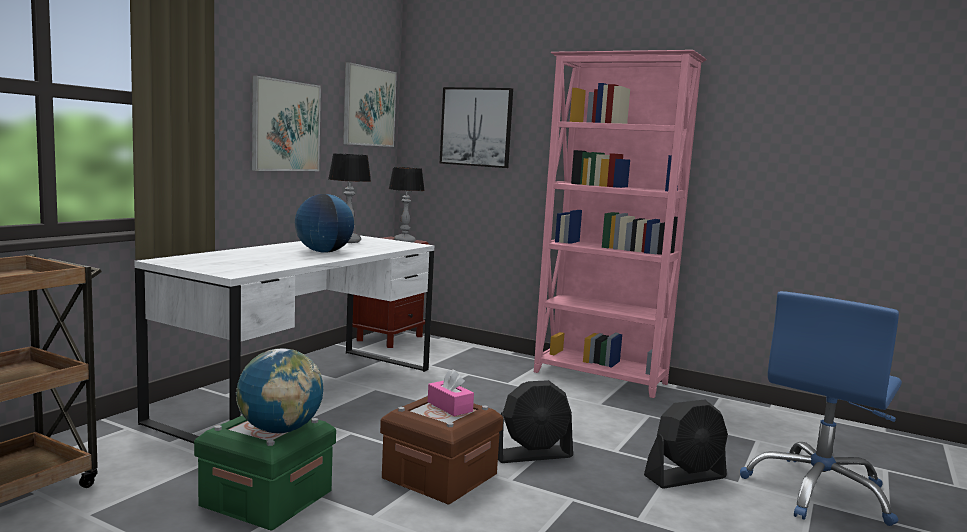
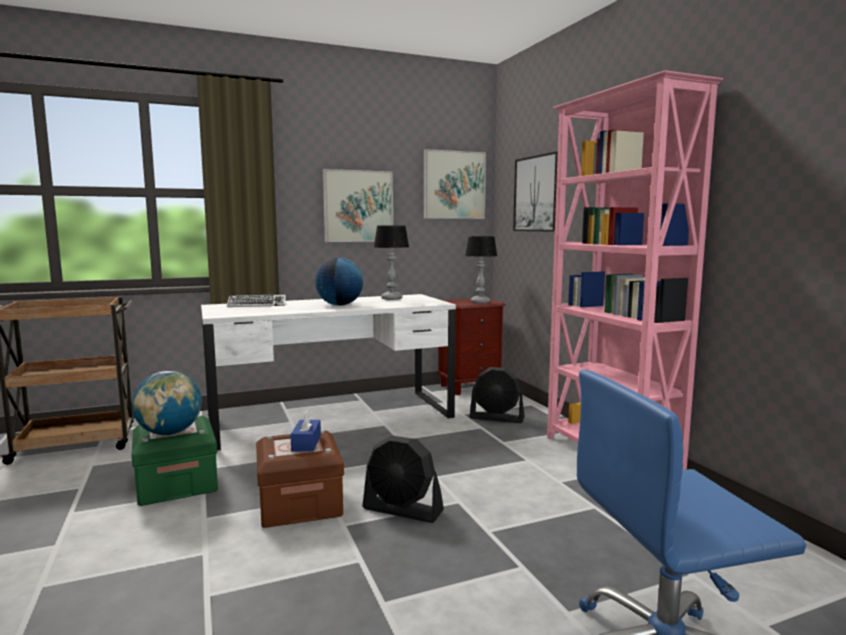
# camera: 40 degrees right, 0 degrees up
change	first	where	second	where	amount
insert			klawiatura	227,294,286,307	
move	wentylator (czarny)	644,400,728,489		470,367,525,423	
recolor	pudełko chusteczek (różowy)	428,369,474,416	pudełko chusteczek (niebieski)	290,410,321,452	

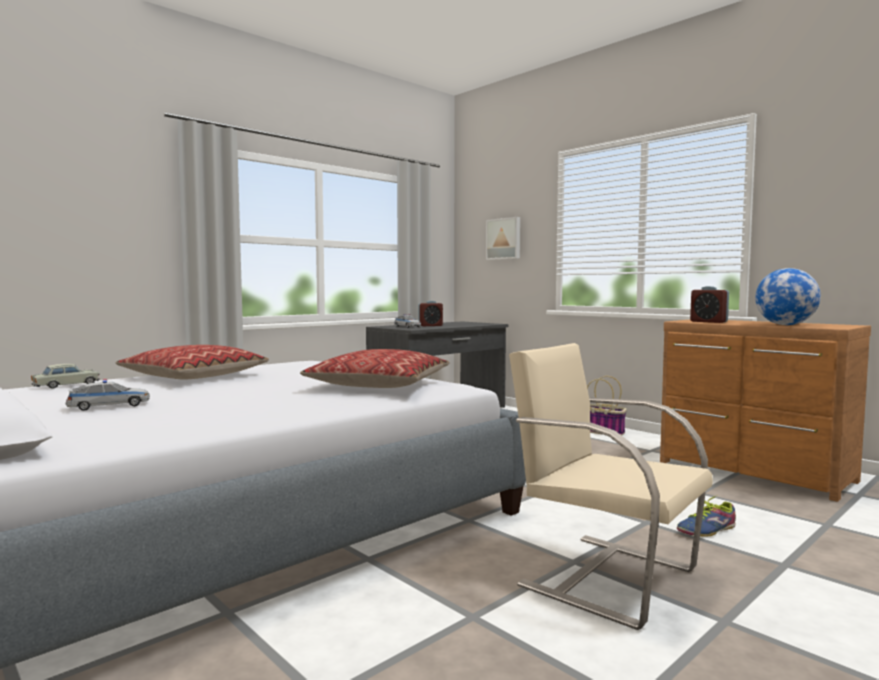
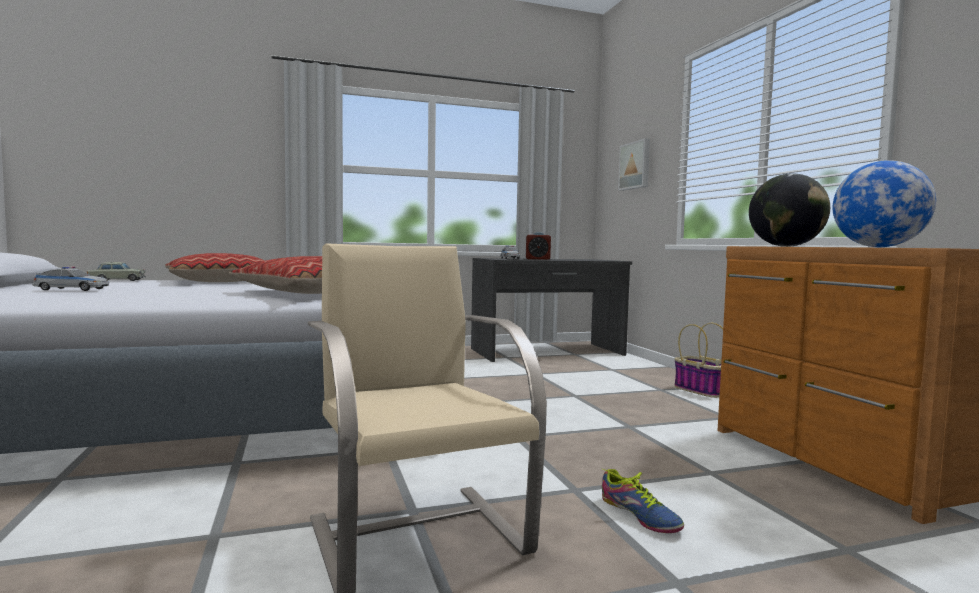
# camera: 25 degrees right, 0 degrees up
change	first	where	second	where	amount
replace	budzik	690,286,729,323	globus	749,173,830,247	
rotate	but	677,496,736,536		602,469,684,533	120 degrees counterclockwise

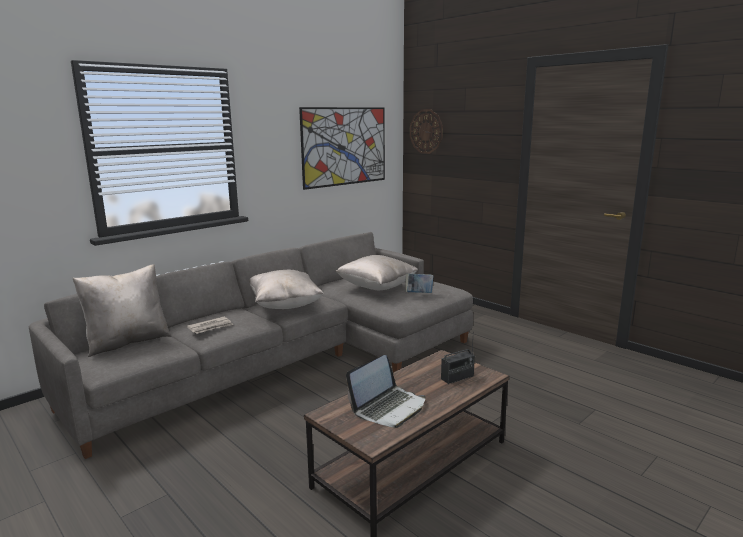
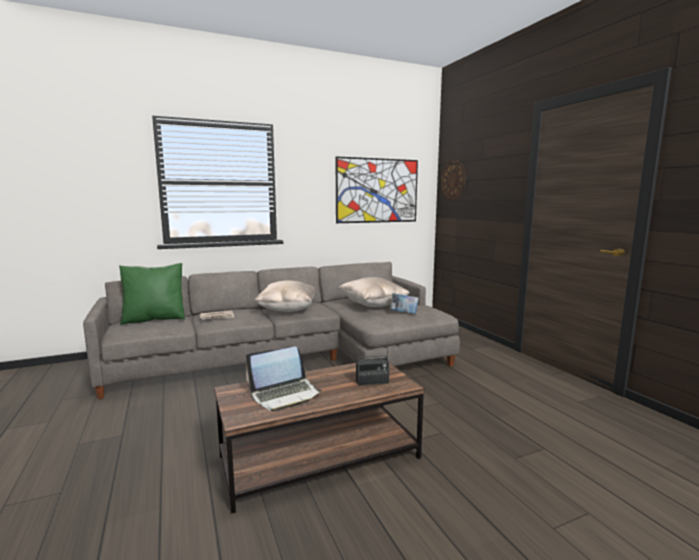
# camera: 20 degrees right, 5 degrees down
change	first	where	second	where	amount
recolor	poduszka (beżowy)	73,264,172,357	poduszka (zielony)	119,263,185,325	

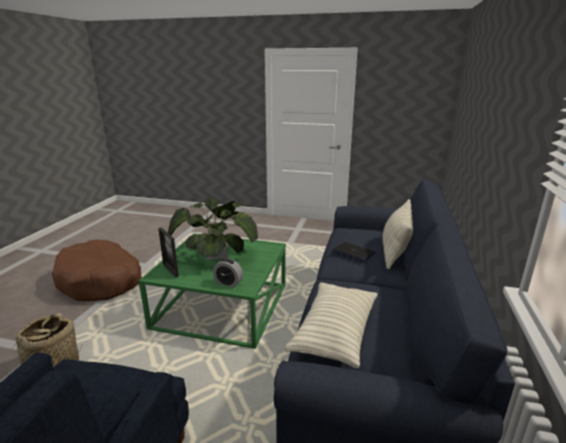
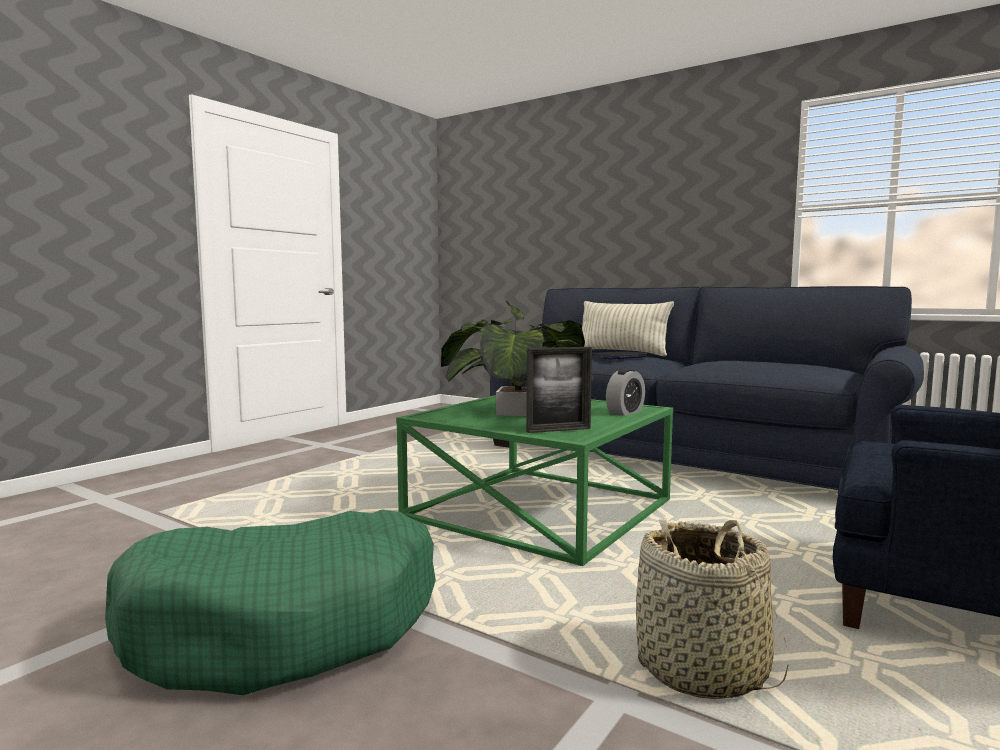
# camera: 70 degrees left, 15 degrees down
change	first	where	second	where	amount
delete	poduszka	285,283,378,368			
recolor	legowisko (brązowy)	52,240,142,301	legowisko (zielony)	105,509,436,695	

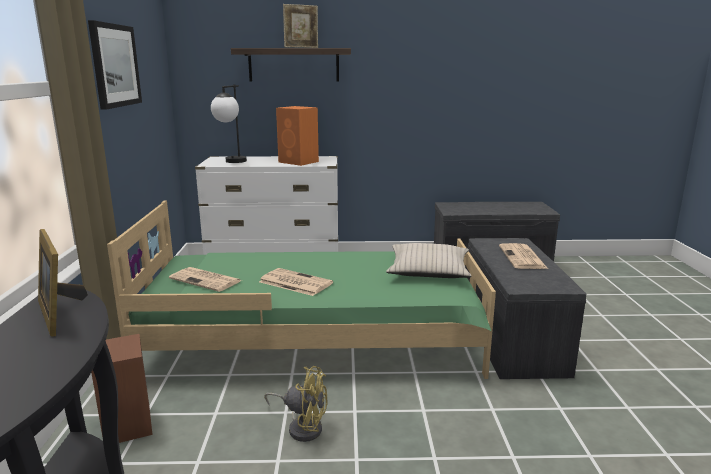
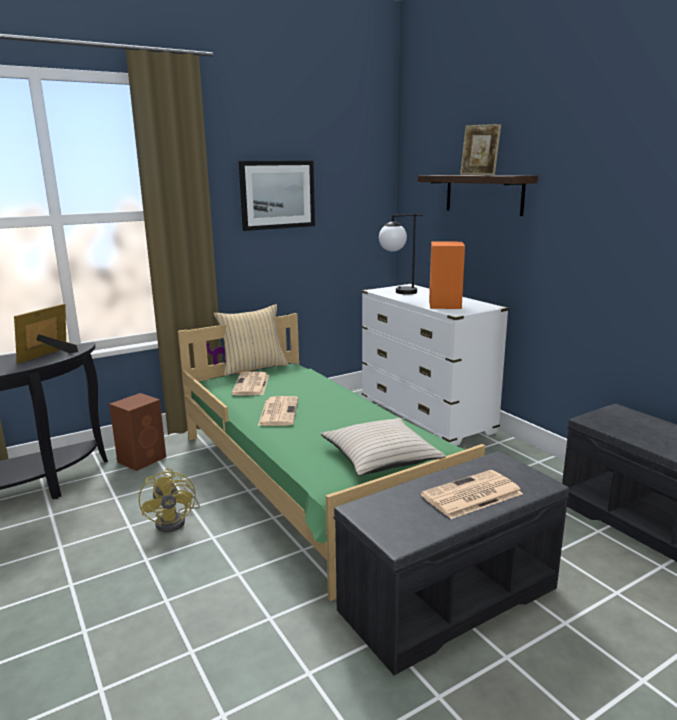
# camera: 60 degrees right, 0 degrees up
change	first	where	second	where	amount
insert			poduszka (beżowy)	214,304,288,376	

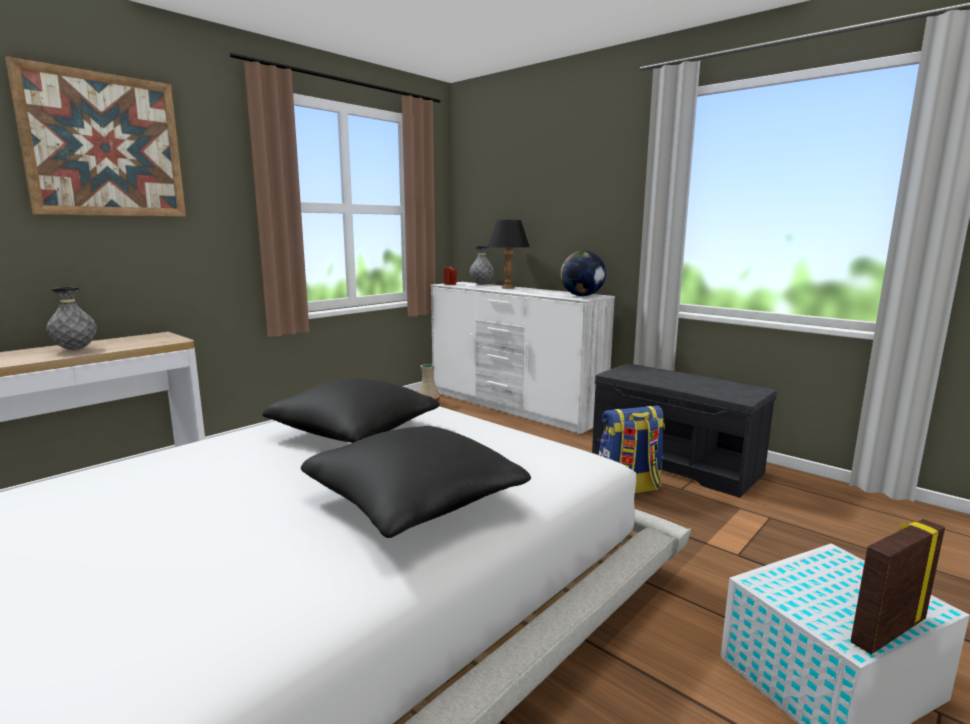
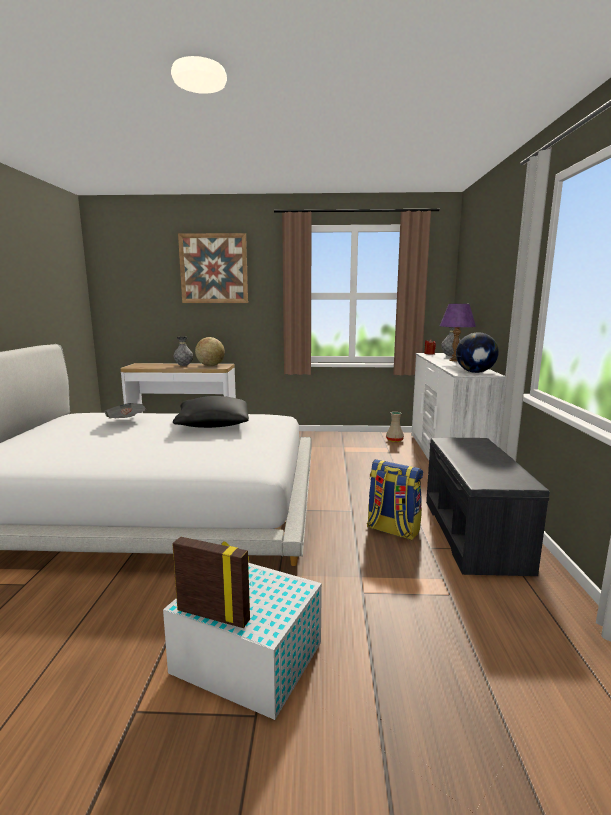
# camera: 50 degrees right, 0 degrees up
change	first	where	second	where	amount
delete	poduszka (czarny)	301,426,531,538			
insert			gazeta	104,403,146,418	
insert			globus	195,337,225,366	
recolor	lampa stołowa (czarny)	488,220,530,289	lampa stołowa (fioletowy)	440,304,476,361	

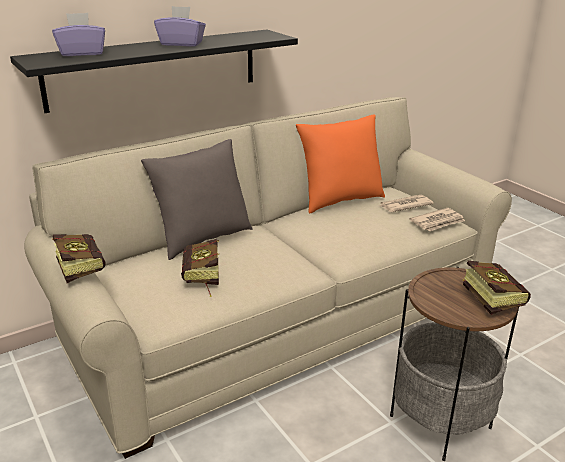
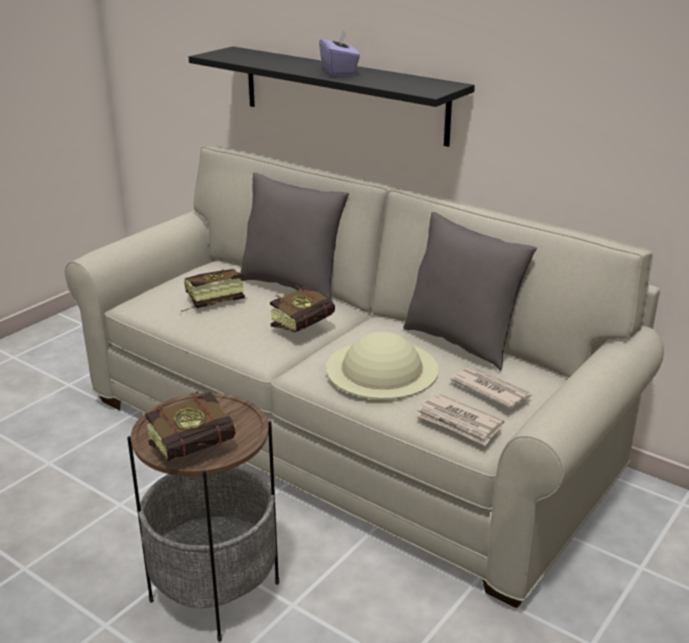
# camera: 70 degrees right, 0 degrees up
change	first	where	second	where	amount
delete	pudełko chusteczek (fioletowy)	52,13,105,56			
insert			kapelusz (beżowy)	326,332,439,399	
move	książka	52,234,106,283		270,284,335,333	
recolor	poduszka (pomarańczowy)	296,114,385,213	poduszka (szary)	403,212,537,371	

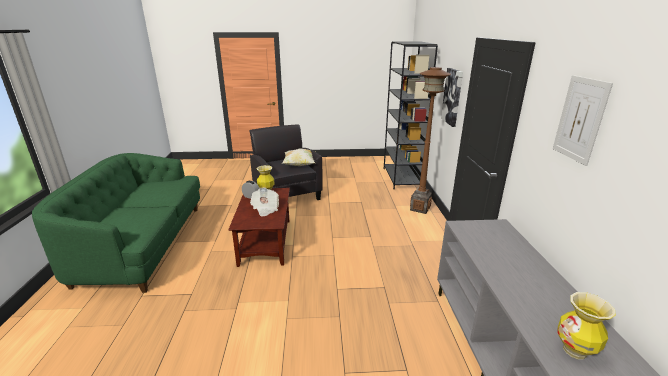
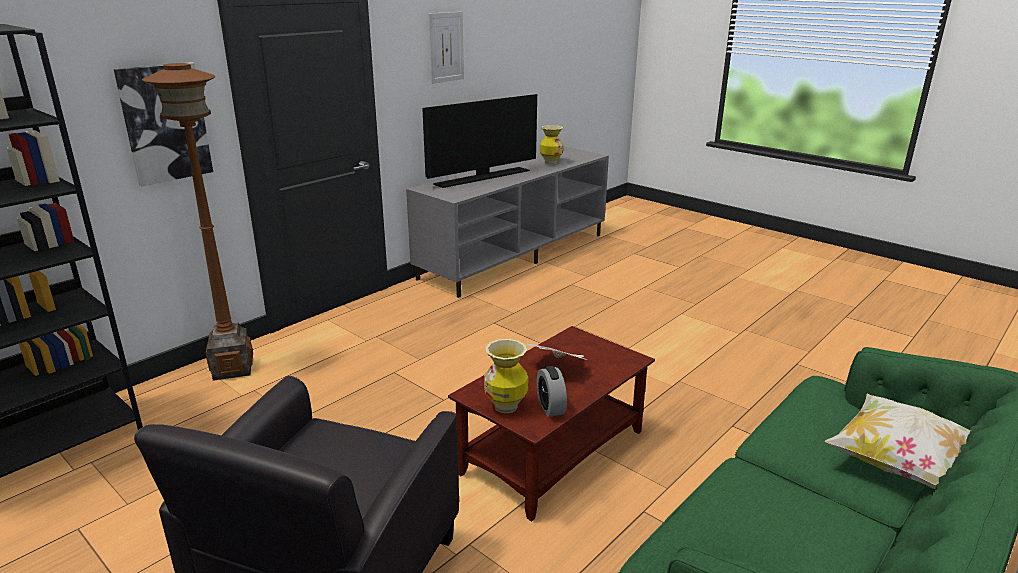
# camera: 135 degrees left, 0 degrees up
change	first	where	second	where	amount
insert			telewizor	422,94,537,188	
move	poduszka	282,148,315,166		825,394,971,490	

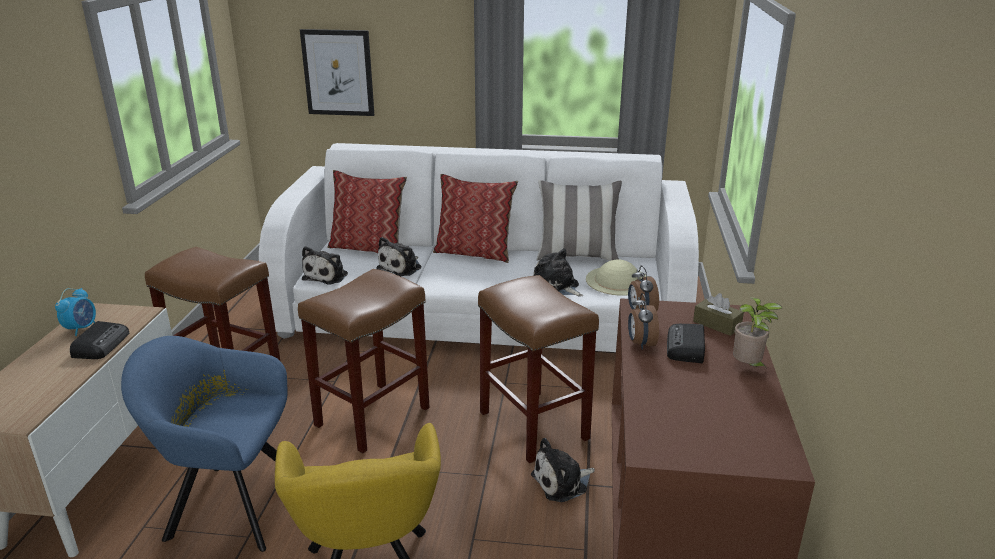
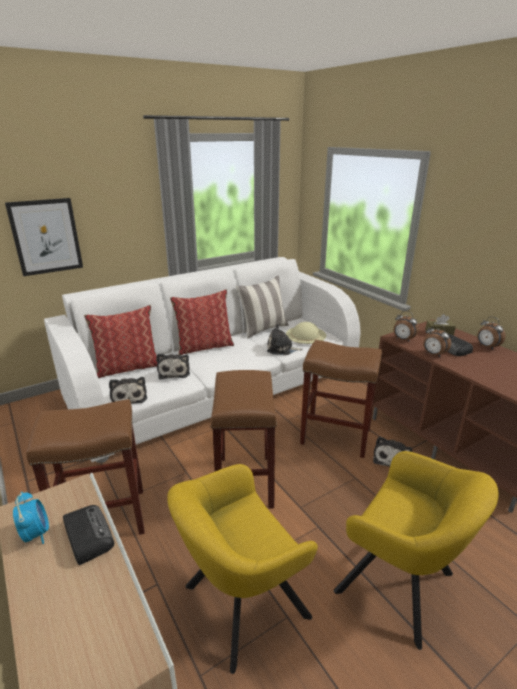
# camera: 40 degrees left, 0 degrees up
change	first	where	second	where	amount
replace	roślina doniczkowa	733,297,783,369	budzik	477,316,506,350	
recolor	fotel (niebieski)	121,336,287,552	fotel (żółty)	167,464,318,674	

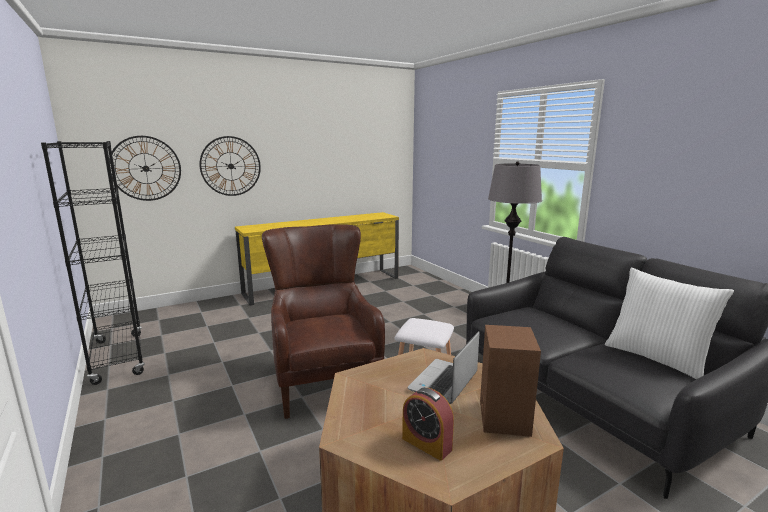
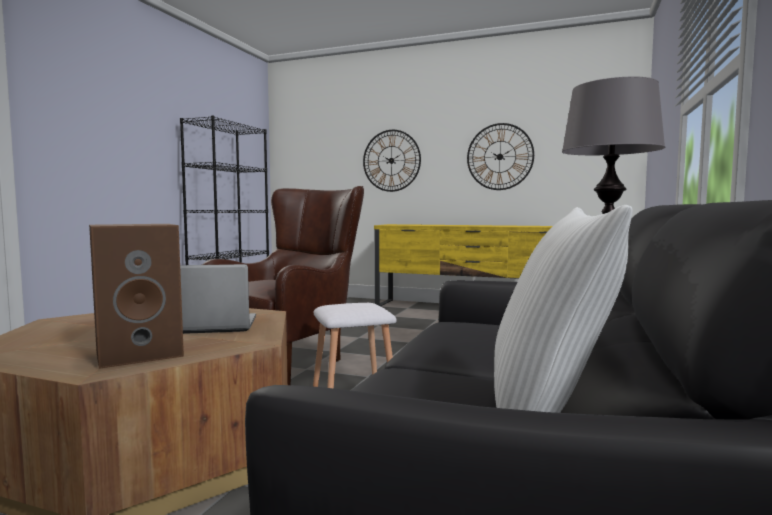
# camera: 50 degrees right, 10 degrees down
change	first	where	second	where	amount
delete	budzik	402,388,454,461			
move	zegar ścienny	109,136,181,201		467,123,534,190	

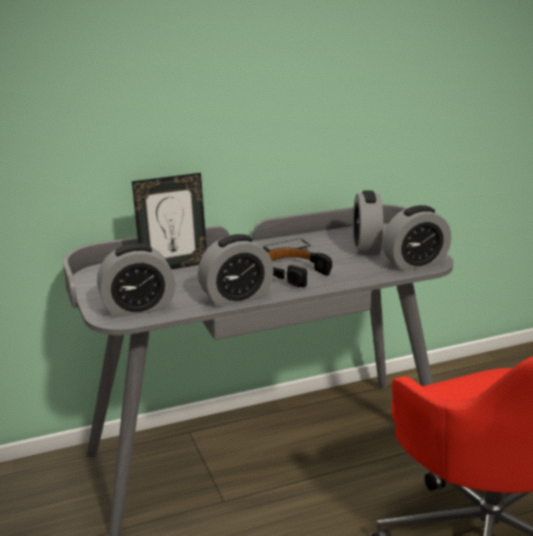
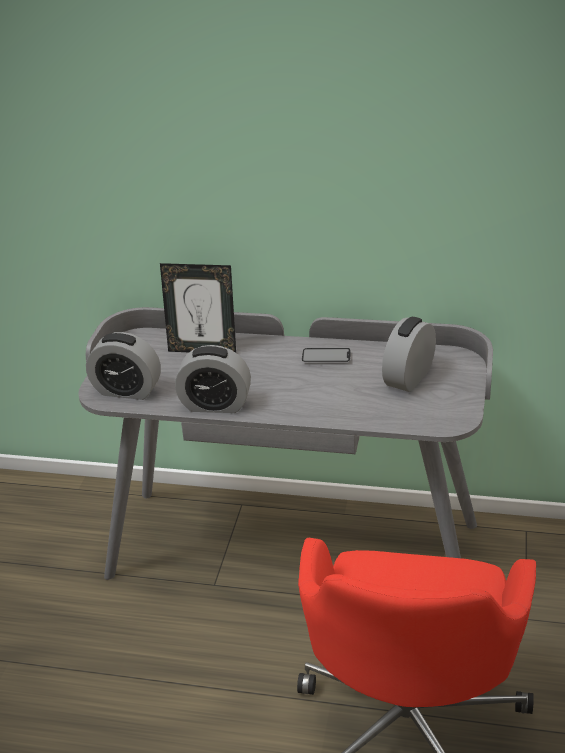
# camera: 35 degrees right, 10 degrees up
change	first	where	second	where	amount
delete	słuchawki (czarny)	267,247,332,287			
delete	budzik	383,205,451,271			

